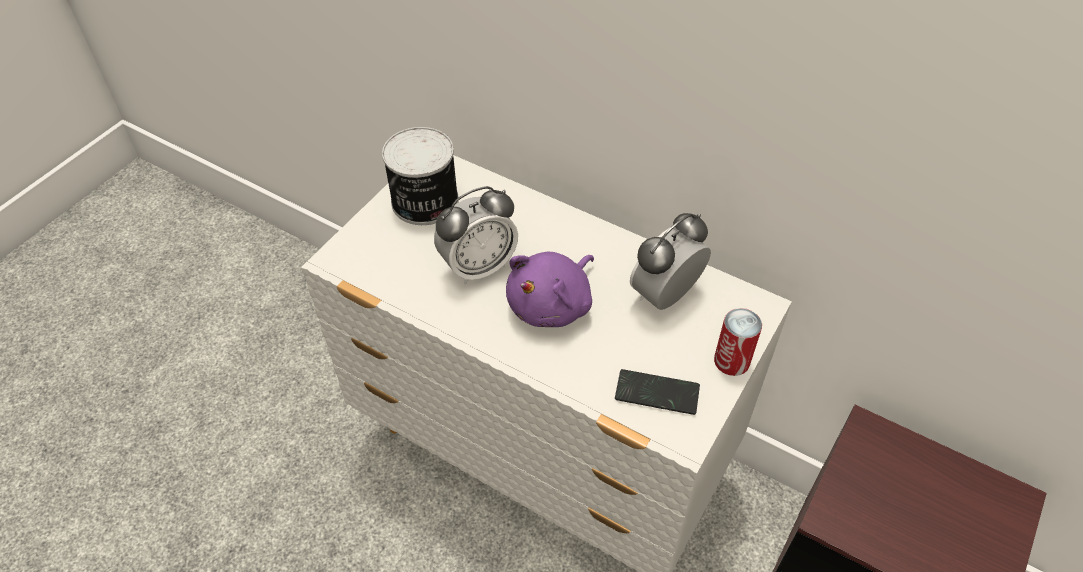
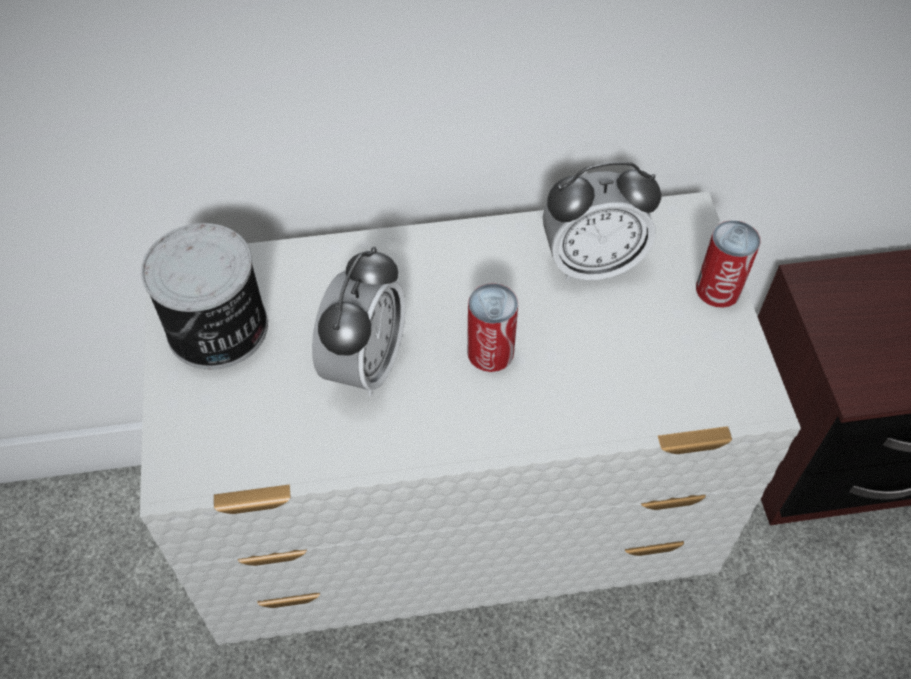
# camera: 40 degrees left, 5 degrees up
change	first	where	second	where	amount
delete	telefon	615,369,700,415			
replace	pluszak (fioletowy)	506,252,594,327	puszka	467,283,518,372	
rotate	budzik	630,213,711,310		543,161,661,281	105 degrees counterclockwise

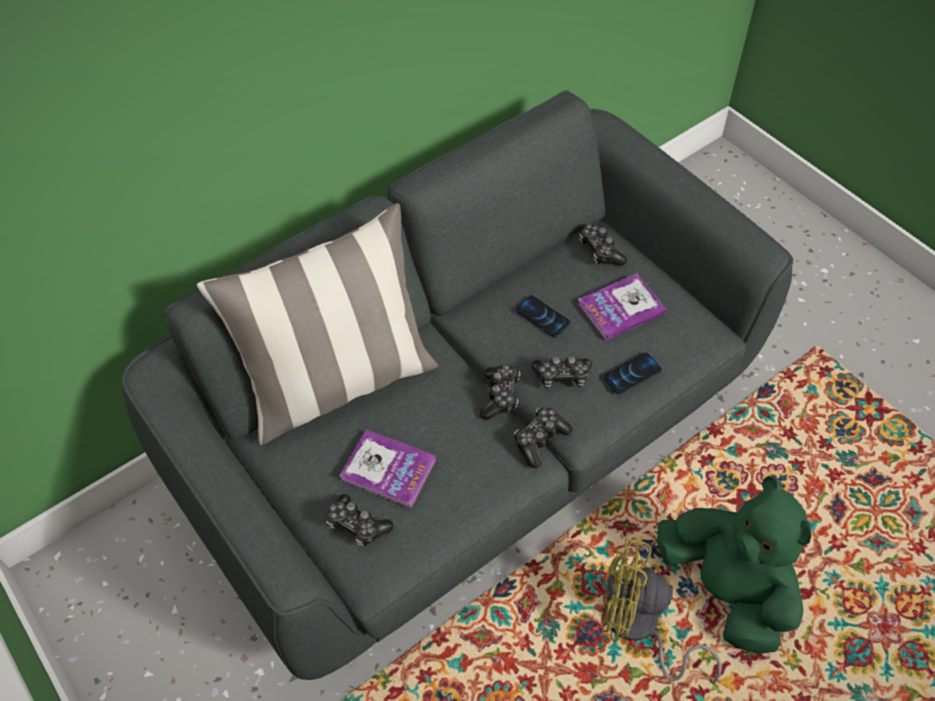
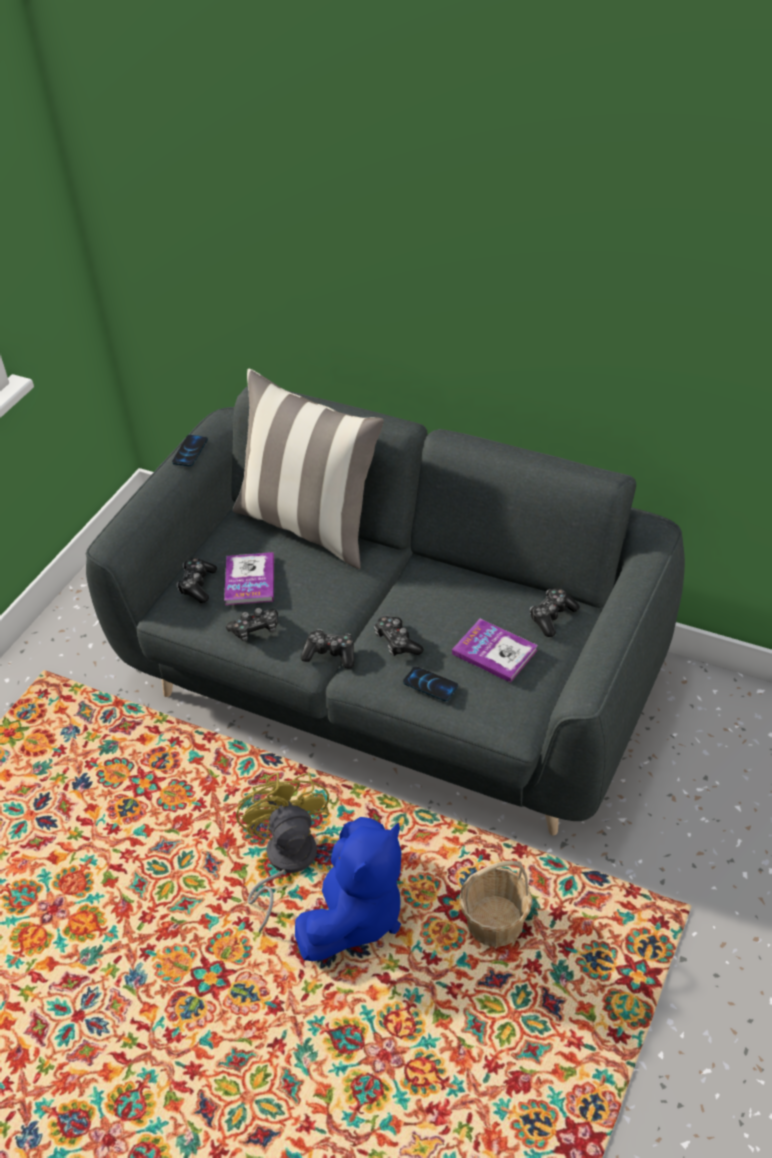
# camera: 65 degrees right, 10 degrees down
change	first	where	second	where	amount
insert			koszyk	459,860,532,947	
move	pad do gier	480,364,521,420		226,608,278,641	
move	telefon	516,295,570,337		172,435,208,466	
recolor	pluszak (zielony)	657,476,811,654	pluszak (niebieski)	295,817,402,961	

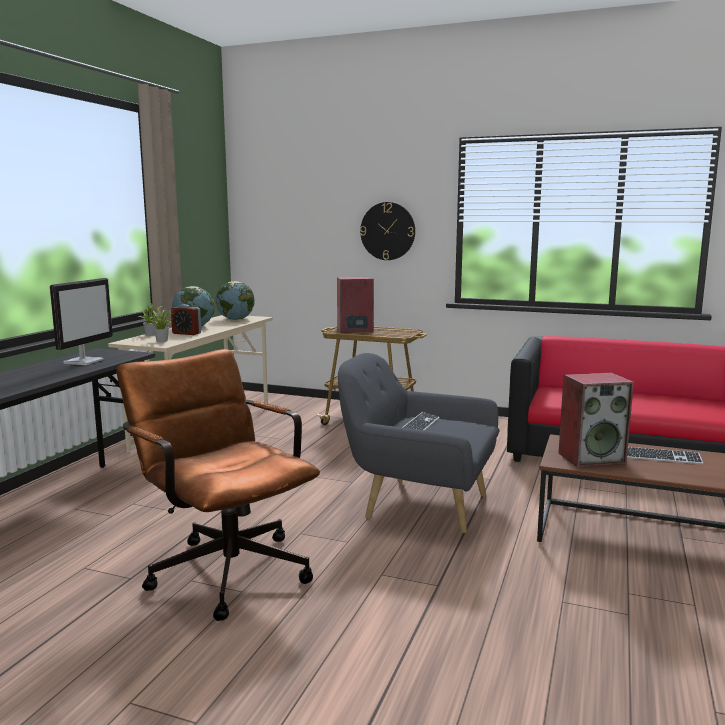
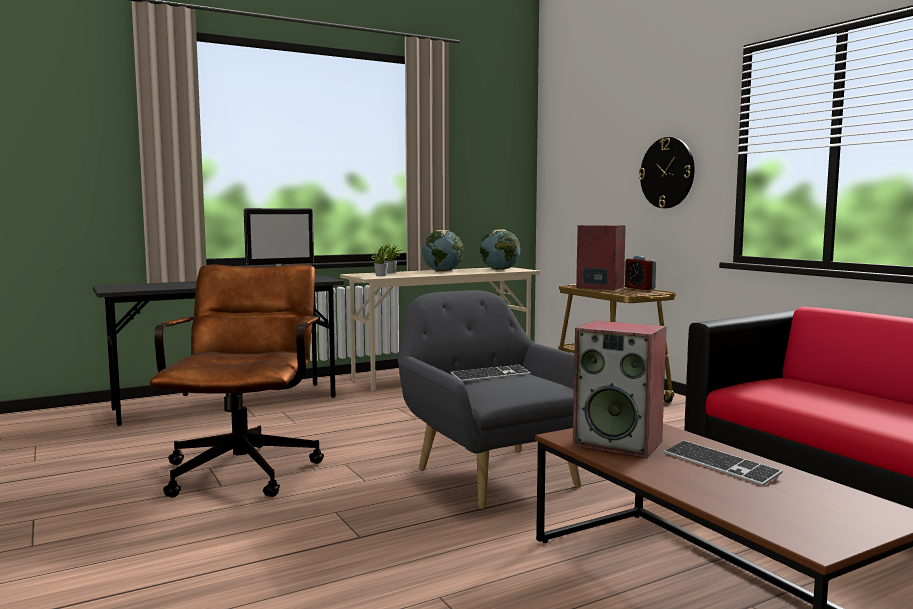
# camera: 40 degrees right, 5 degrees down
change	first	where	second	where	amount
move	budzik	171,304,201,335		625,256,656,290	

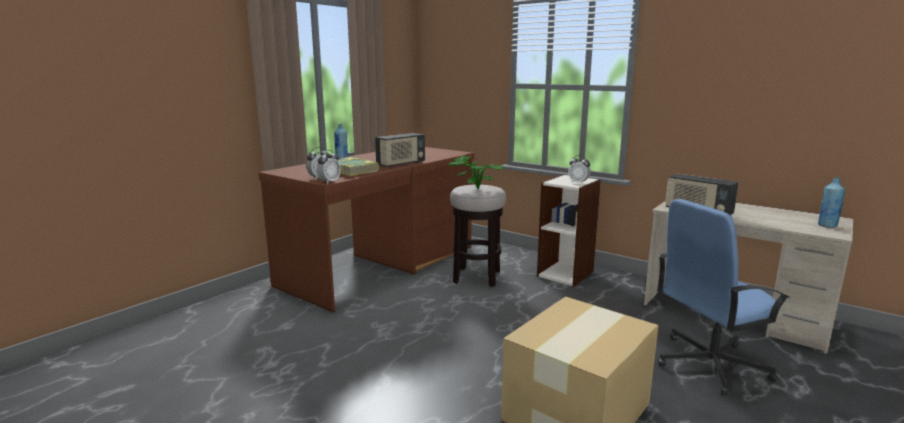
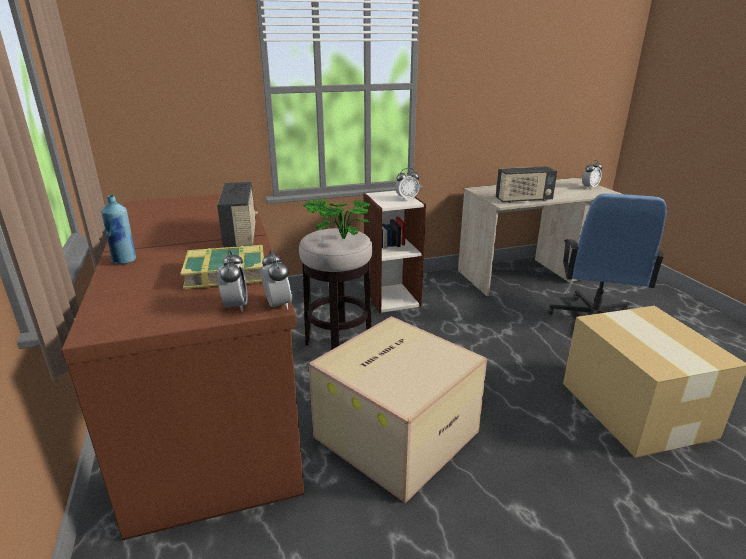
# camera: 55 degrees left, 10 degrees up
change	first	where	second	where	amount
insert			karton	308,316,487,503	
replace	butelka (niebieski)	818,177,845,228	budzik	582,160,602,189	

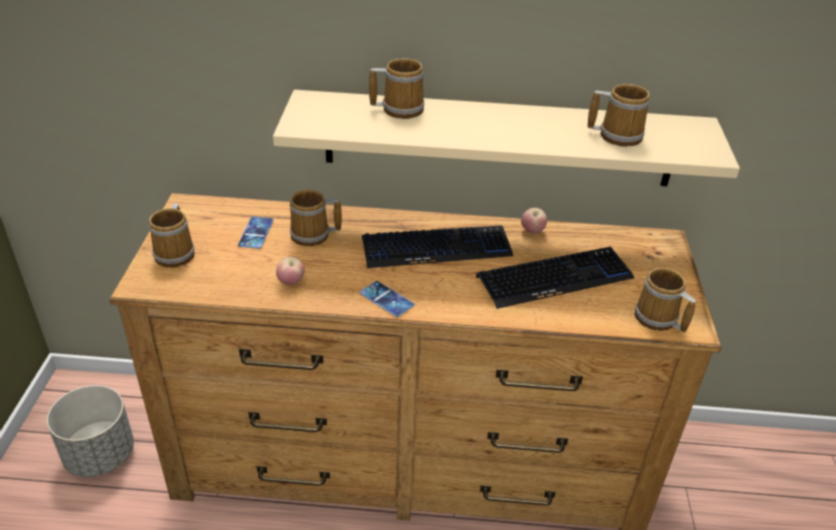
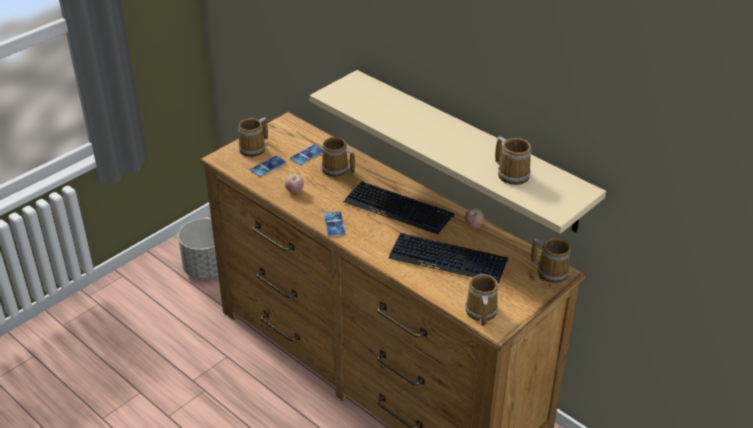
# camera: 40 degrees right, 0 degrees up
change	first	where	second	where	amount
insert			telefon	250,156,286,177	
move	kubek	369,58,424,119		531,238,571,283	

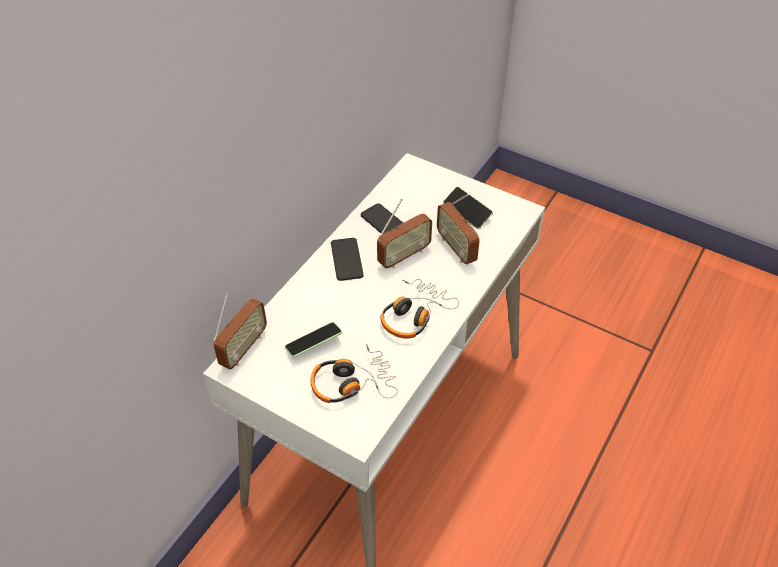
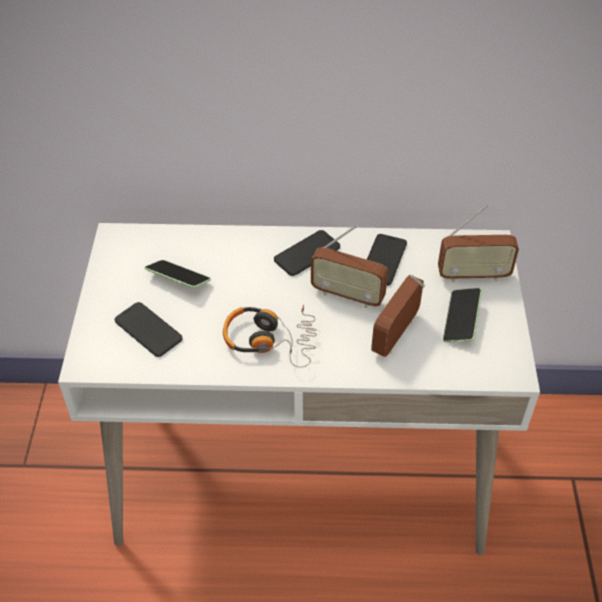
# camera: 60 degrees right, 0 degrees up
change	first	where	second	where	amount
move	radio	213,293,267,370		438,204,519,282	
replace	słuchawki	310,344,398,403	telefon	115,302,183,357	

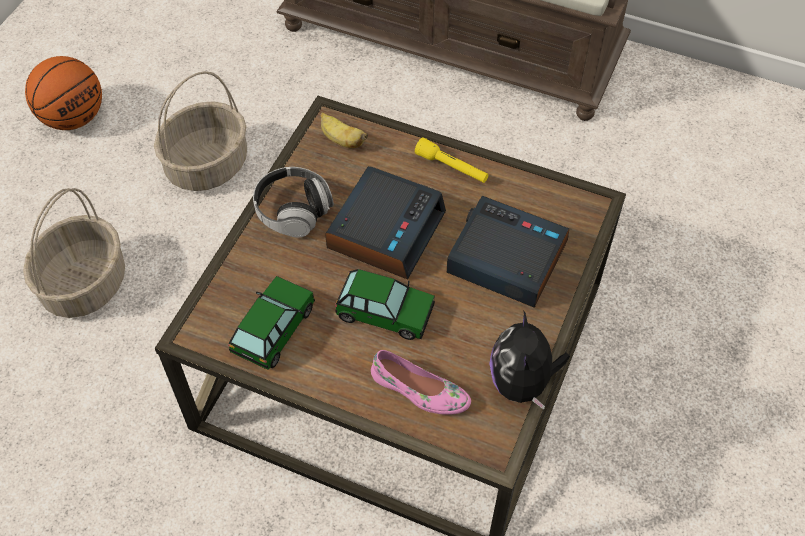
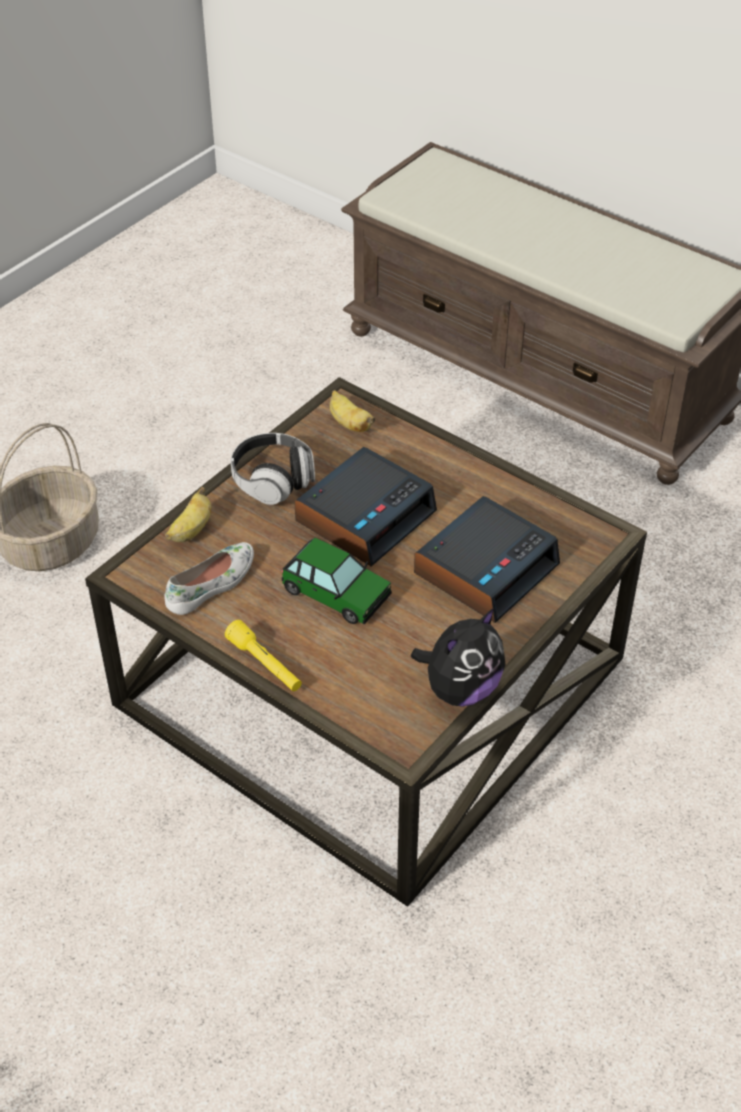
# camera: 15 degrees right, 10 degrees down
change	first	where	second	where	amount
delete	piłka do koszykówki	25,56,102,130			
delete	koszyk	154,71,247,191			
delete	but (różowy)	371,350,471,415			
insert			banan	165,487,211,542	
move	latarka (żółty)	415,137,488,183		225,620,302,691	
replace	samochodzik	228,276,315,370	but (biały)	164,542,254,615	
rotate	budzik	447,196,569,308		414,496,560,623	90 degrees clockwise
rotate	pluszak	489,310,570,410		411,608,505,707	150 degrees counterclockwise

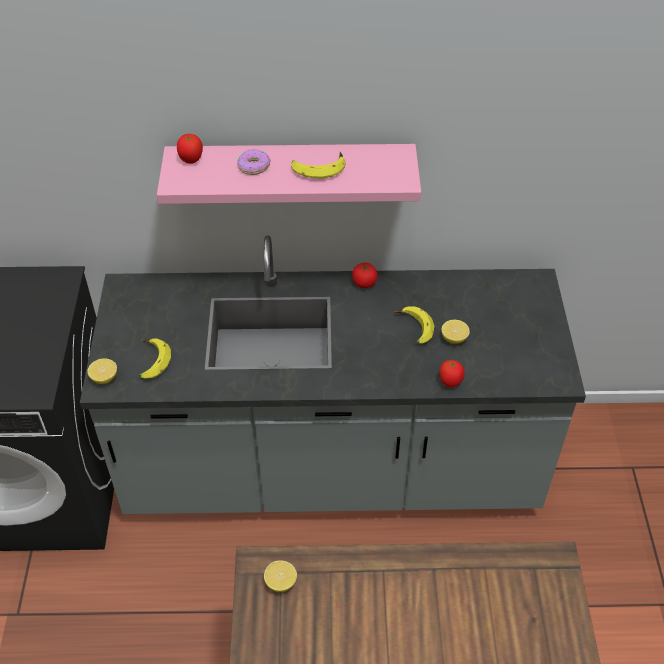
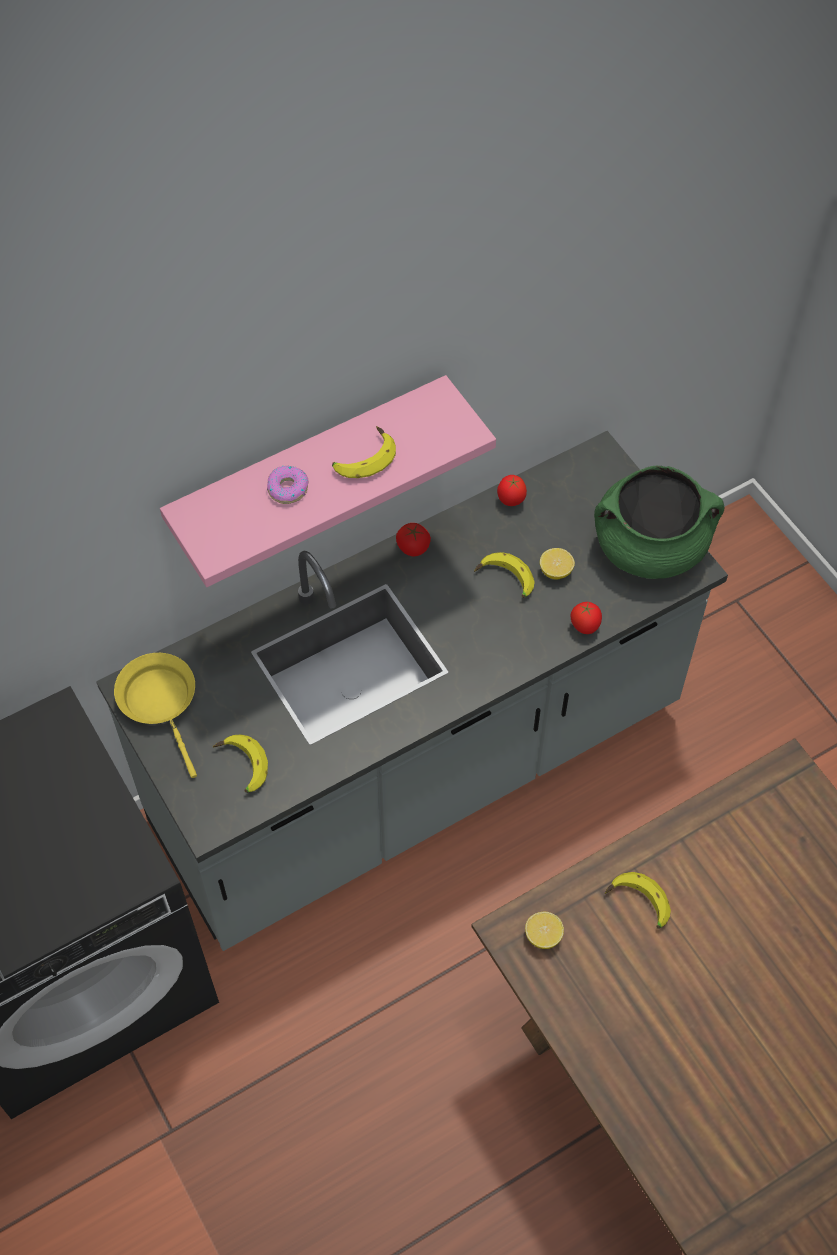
# camera: 30 degrees left, 10 degrees up
change	first	where	second	where	amount
delete	cytryna	87,358,117,384			
insert			patelnia (żółty)	114,653,197,778	
insert			garnek (zielony)	594,466,725,579	
insert			banan	604,872,671,928	
move	pomidor	177,134,203,164		497,475,527,506	

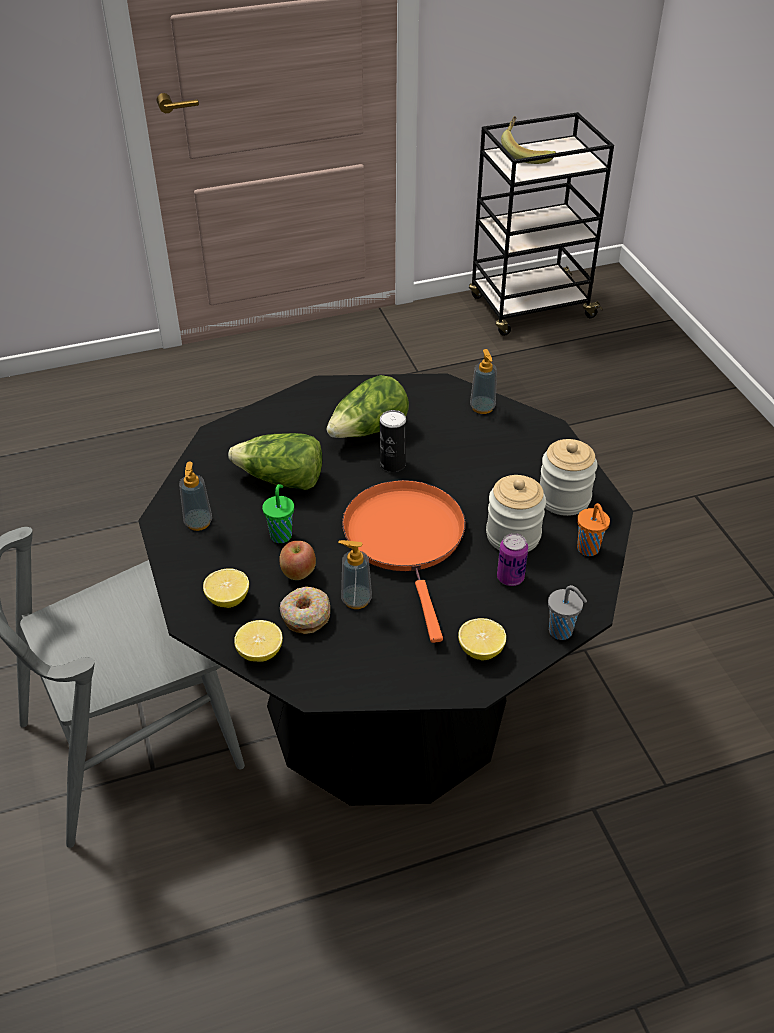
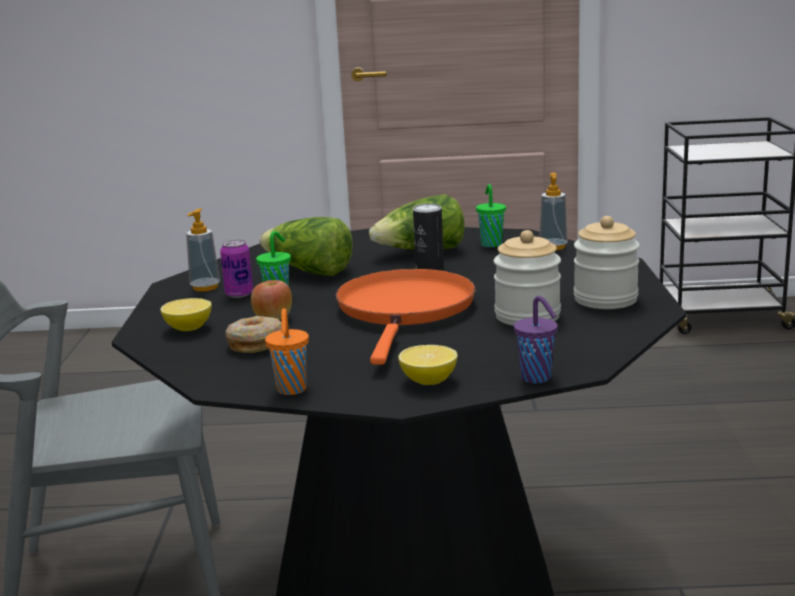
# camera: 20 degrees right, 25 degrees down
change	first	where	second	where	amount
delete	cytryna	234,620,283,662			
delete	dozownik mydła	338,540,372,609			
delete	banan	501,116,556,164			
insert			filiżanka (zielony)	476,184,506,247	
move	puszka	497,533,528,586		220,240,253,298	
move	filiżanka (pomarańczowy)	577,503,610,556		265,308,309,395	
recolor	filiżanka (szary)	548,585,587,640	filiżanka (fioletowy)	514,296,558,383	

